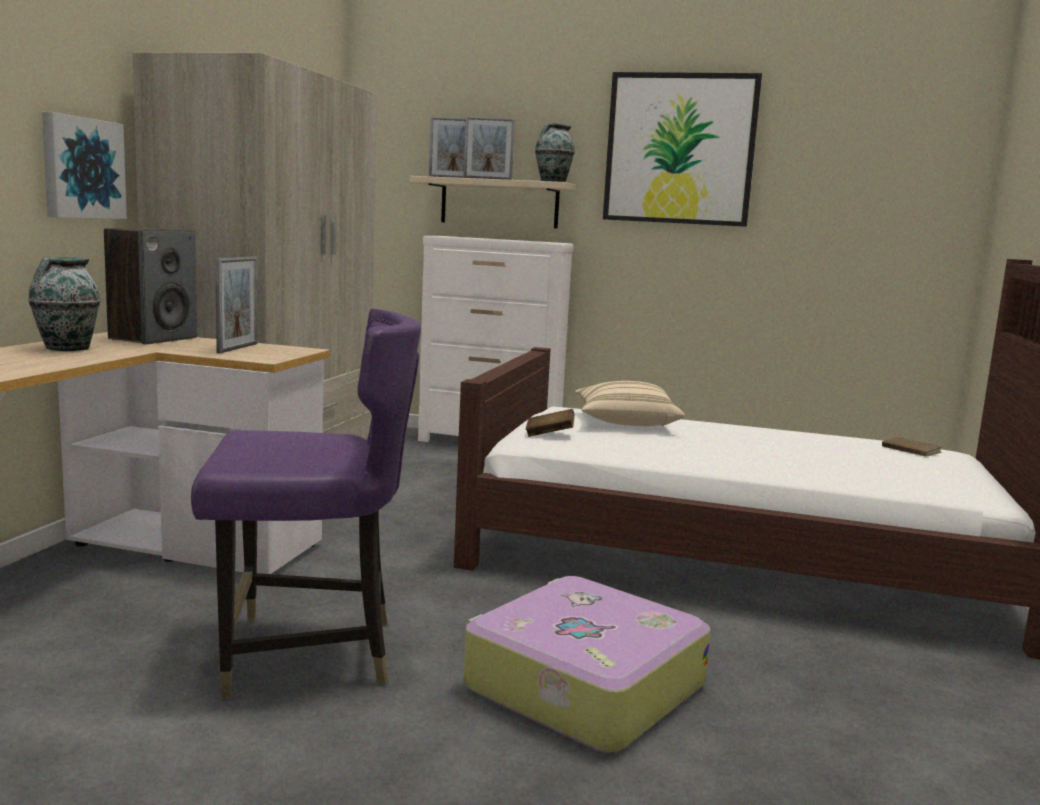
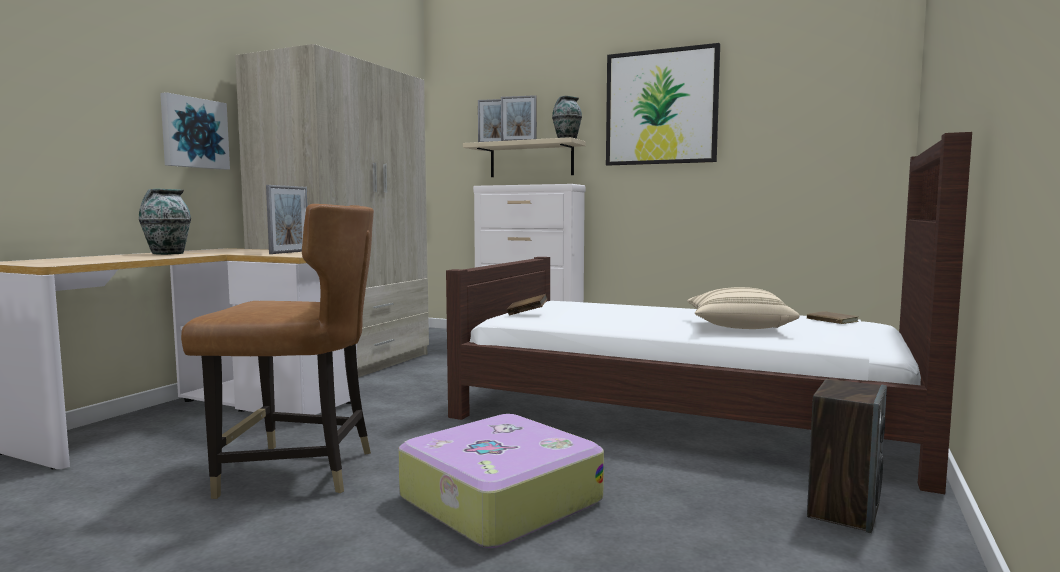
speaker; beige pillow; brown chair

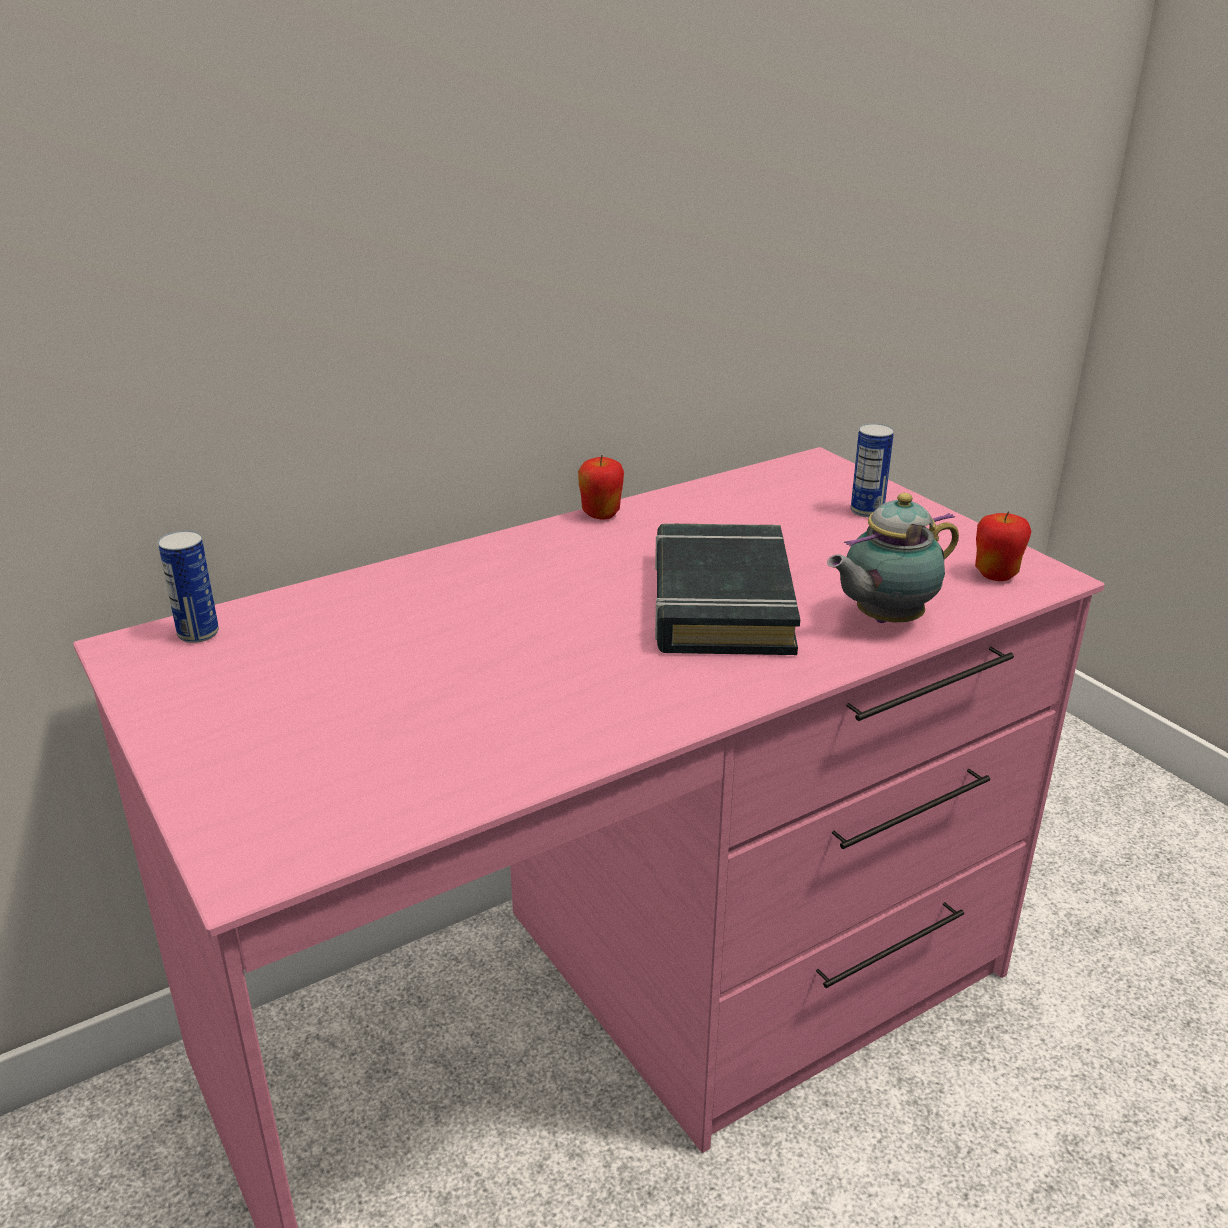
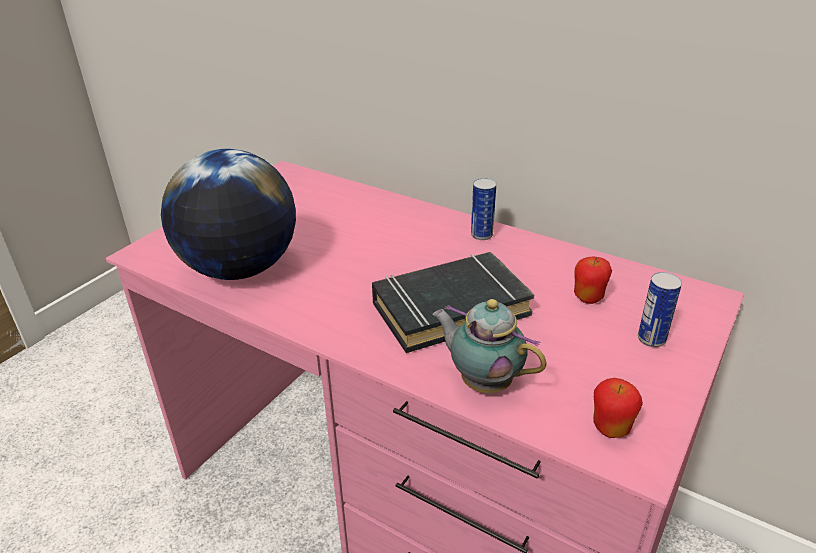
globe; can (1st from left); apple (1st from left)

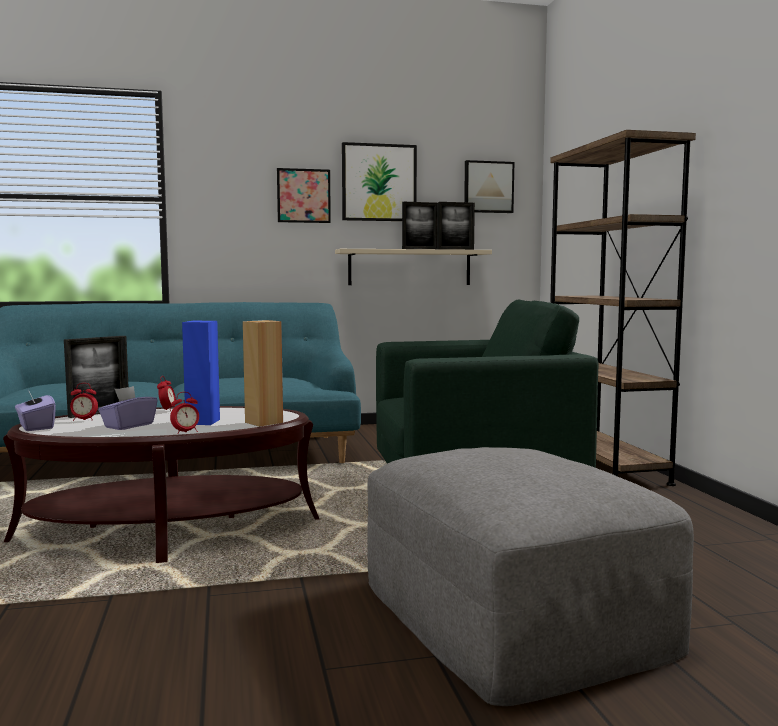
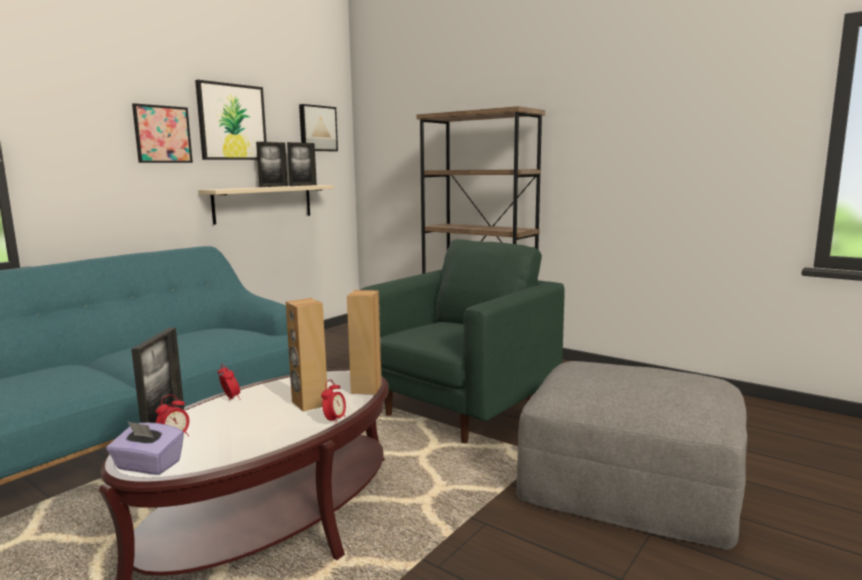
purple tissue box (2nd from left in the first image); brown speaker (1st from left)

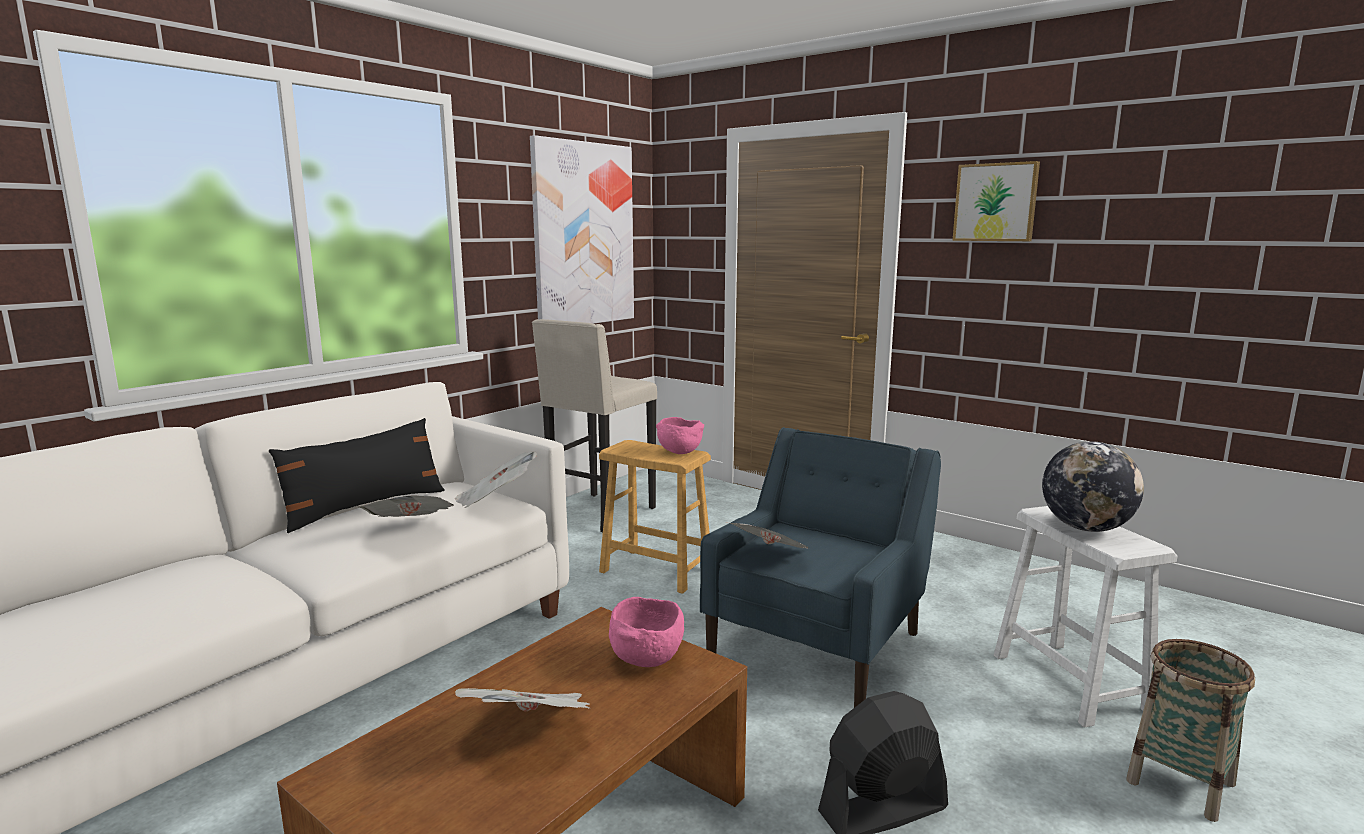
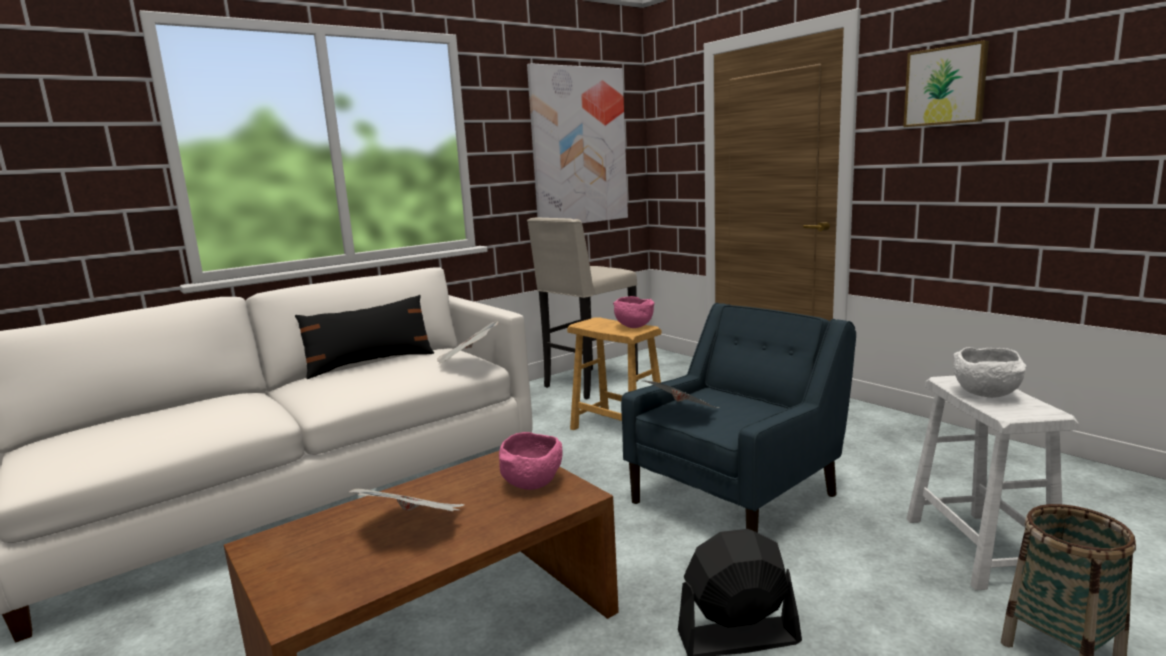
newspaper (1st from left in the first image); white bowl

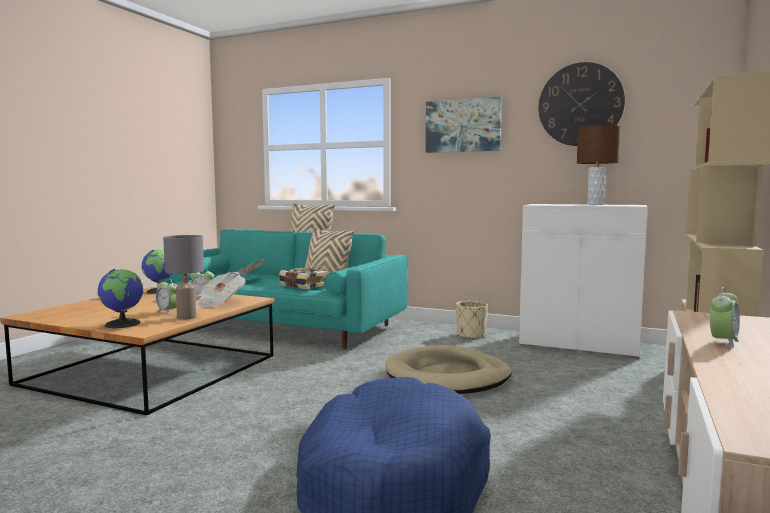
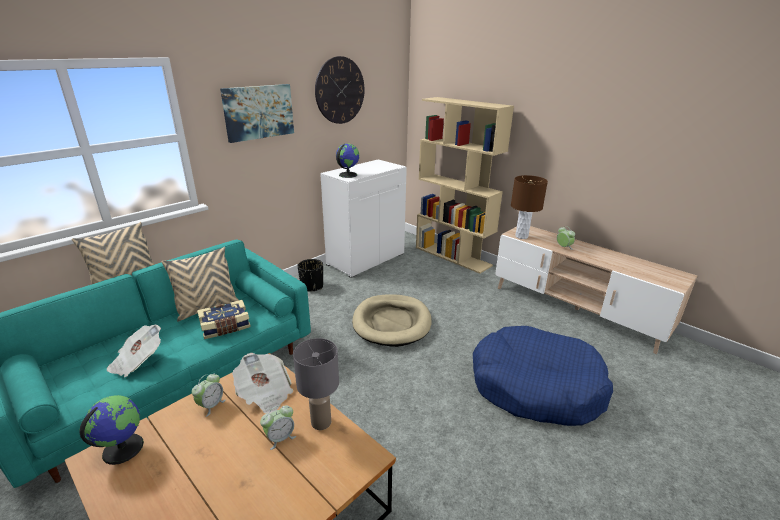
globe (2nd from left); brown table lamp; black planter

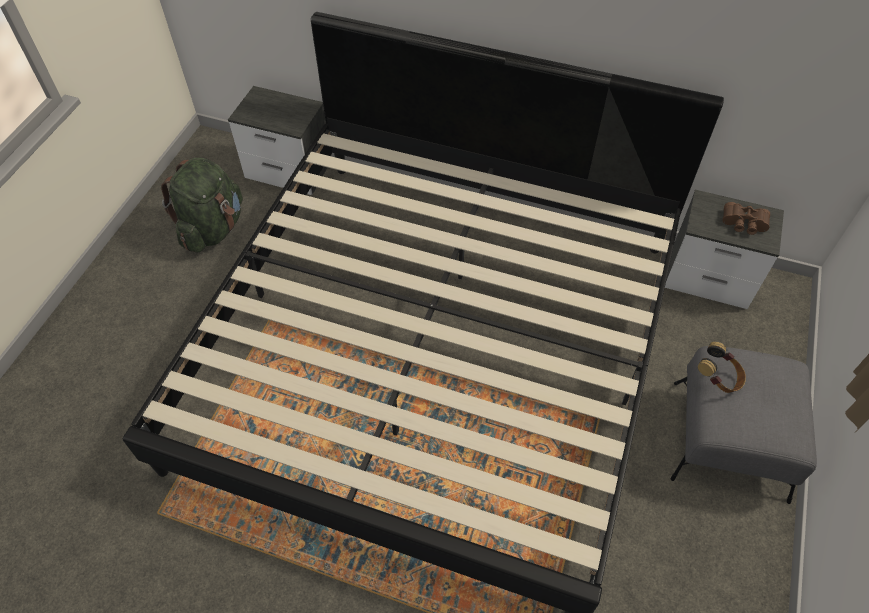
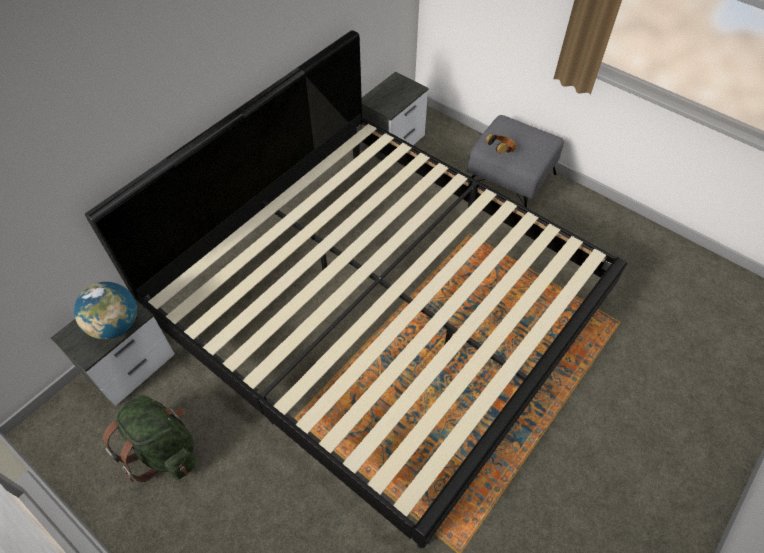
brown binoculars; globe

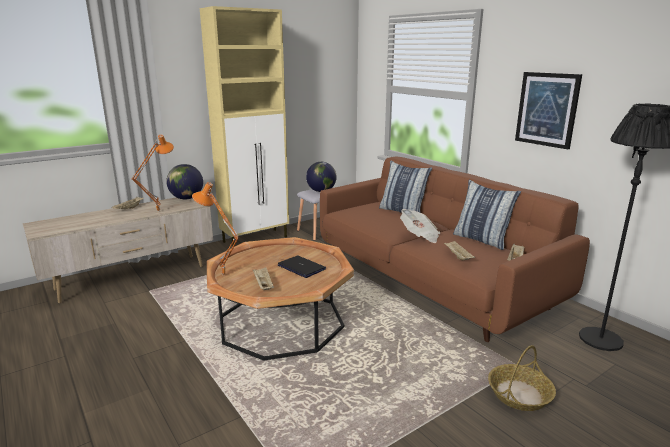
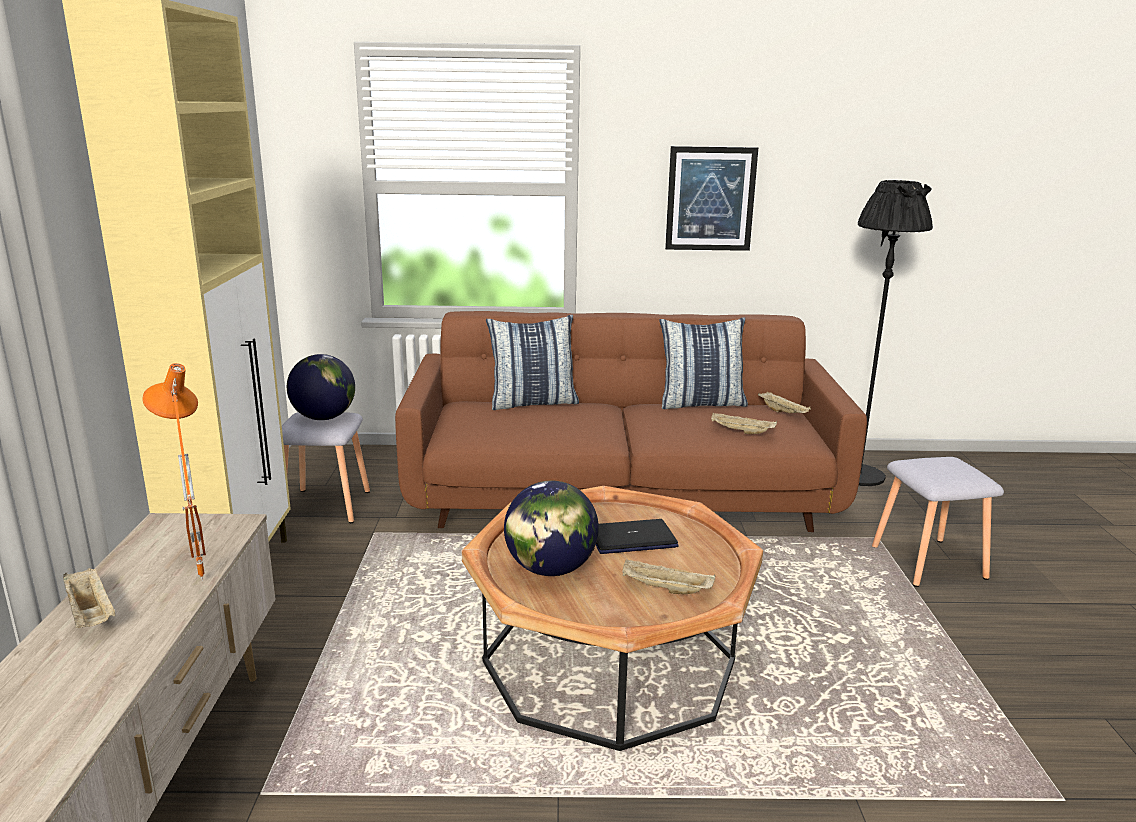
orange table lamp (2nd from left in the first image); newspaper; globe (2nd from left); grey stool (2nd from left)

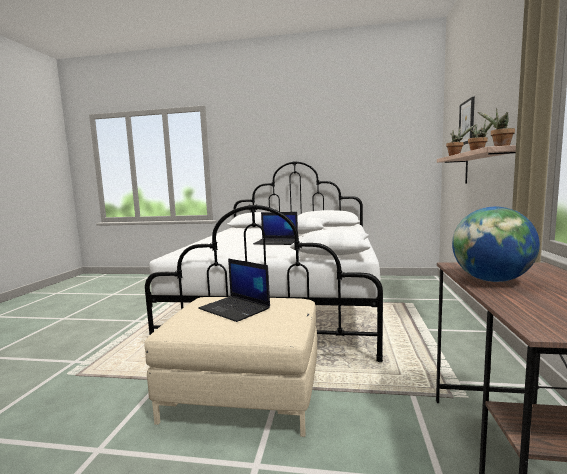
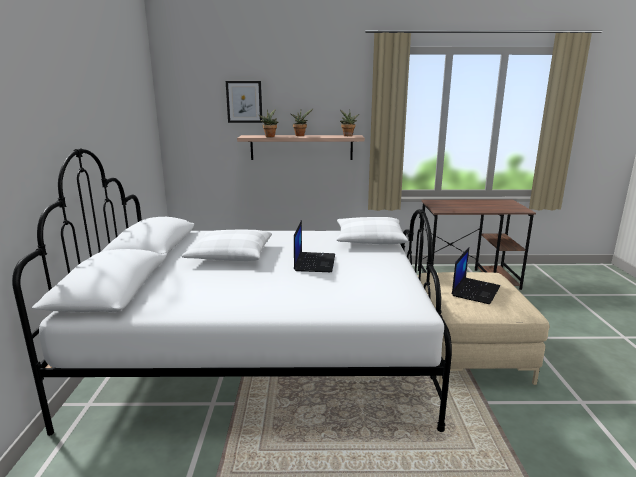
globe

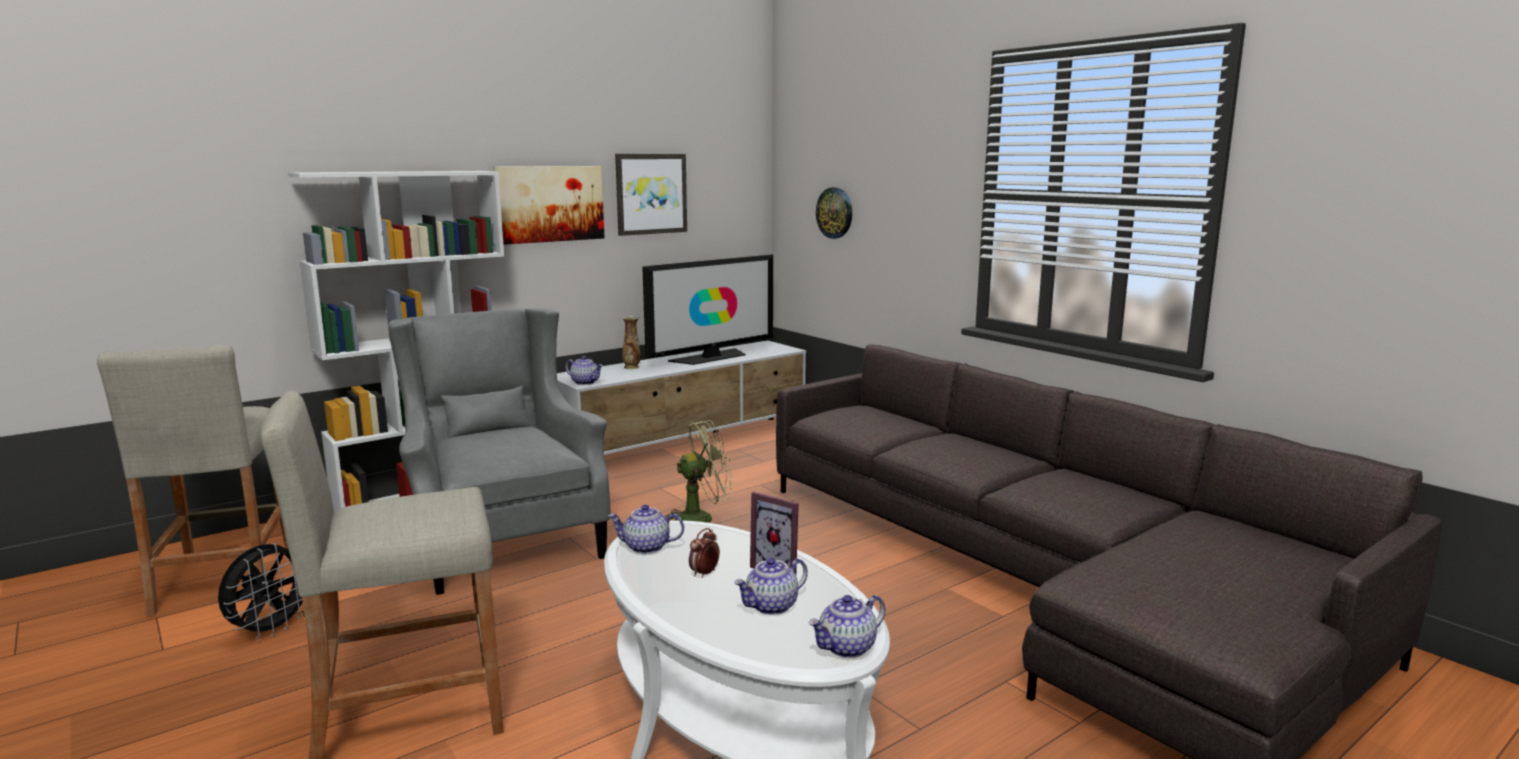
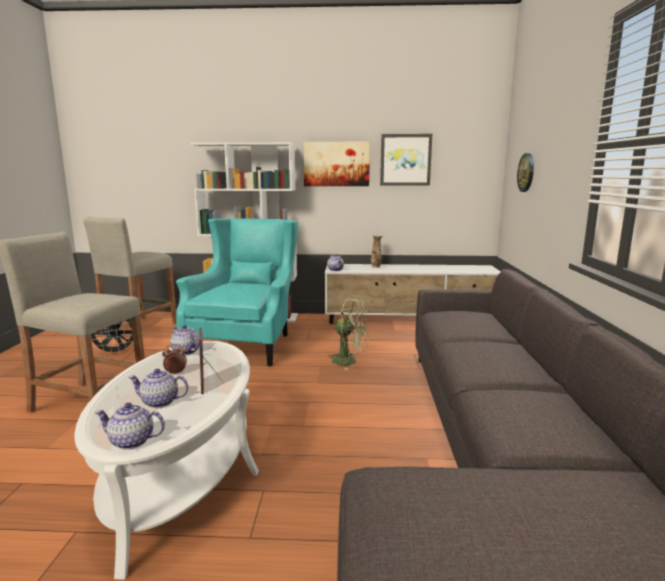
television; turquoise armchair

